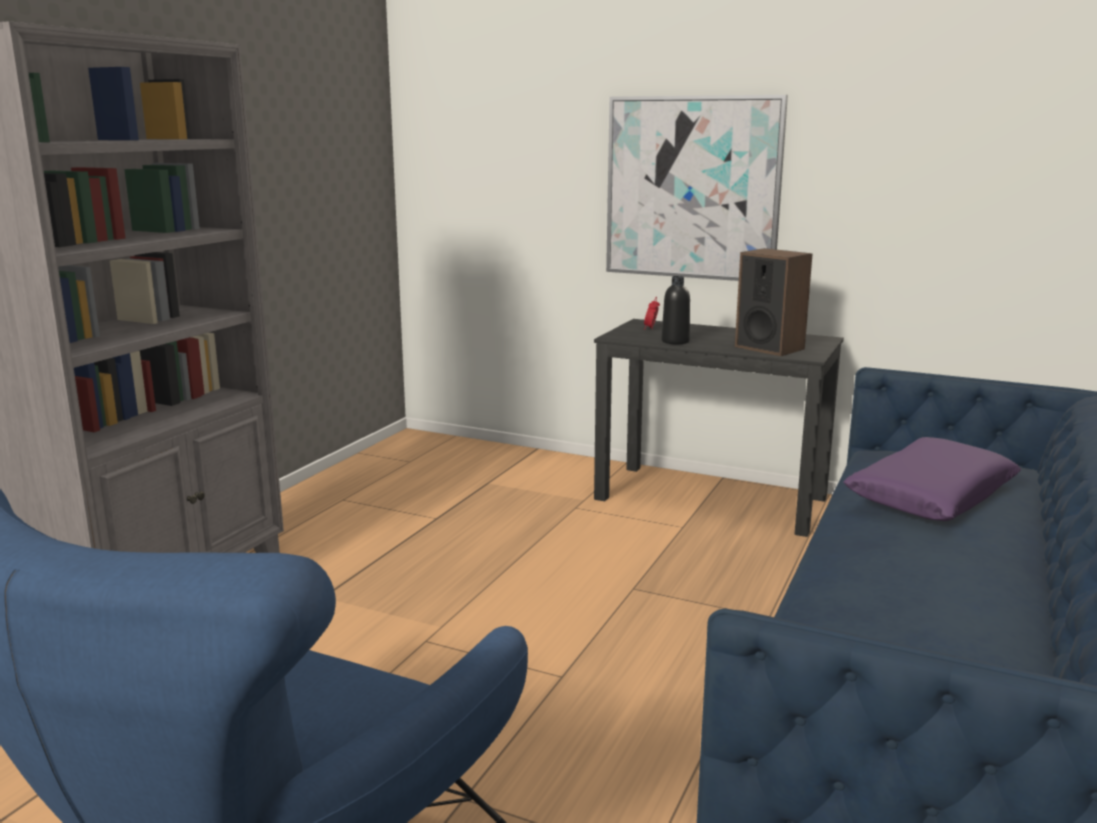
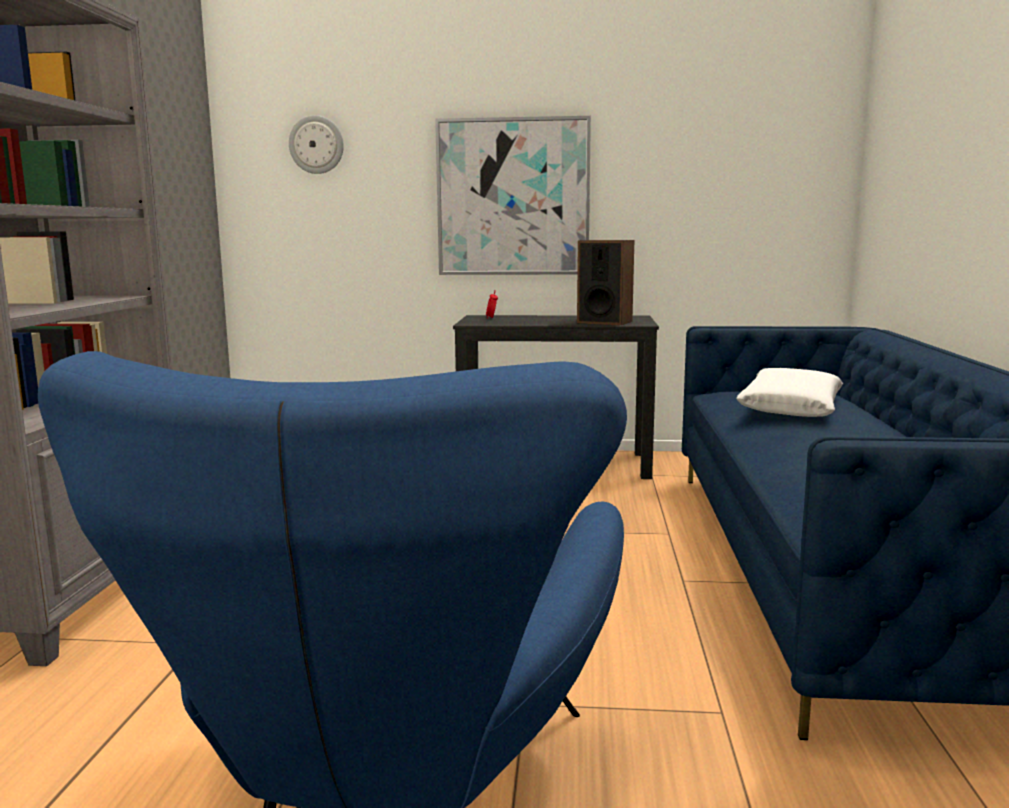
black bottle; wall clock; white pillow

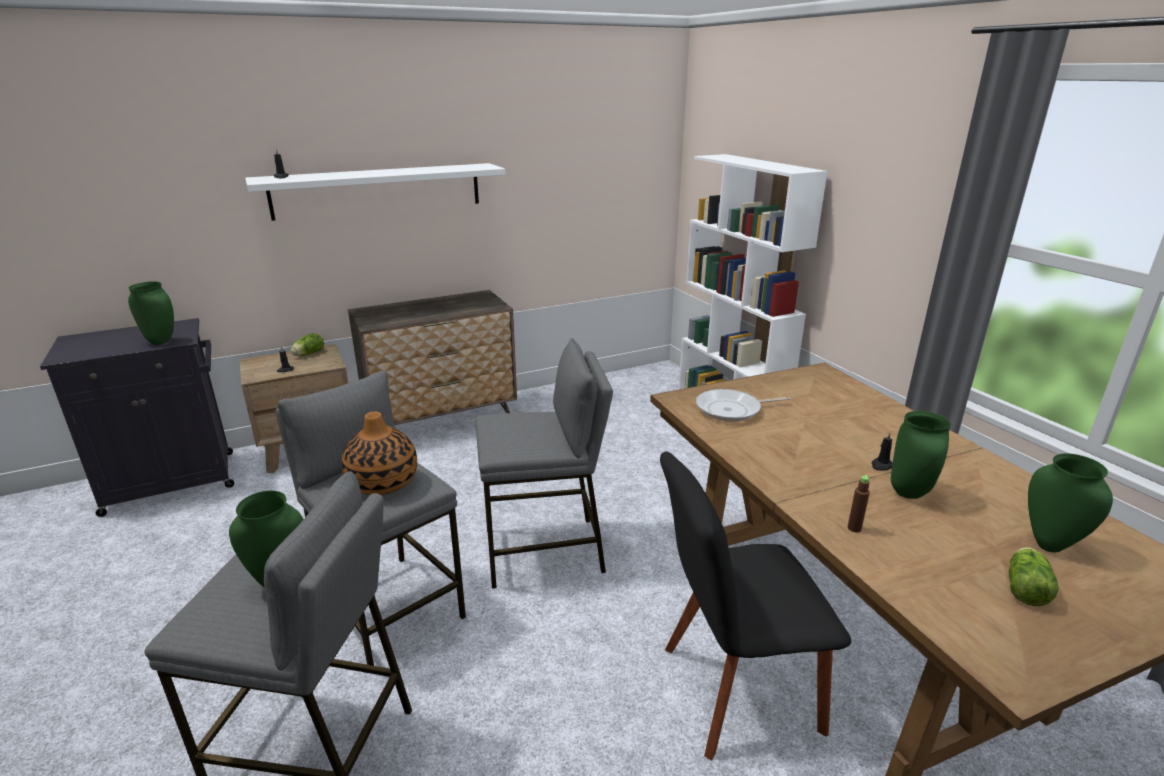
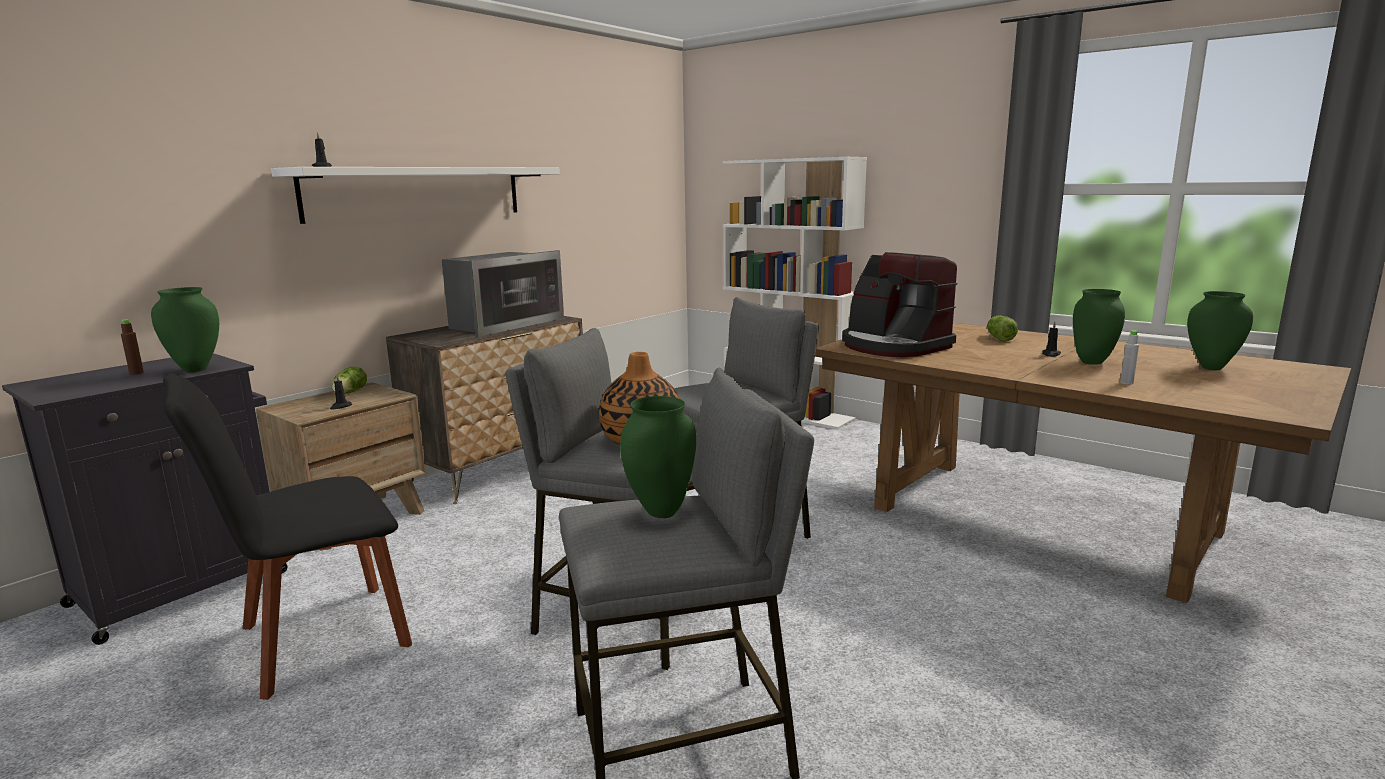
microwave; grey bottle; black chair; brown bottle; lettuce (2nd from left); coffee machine

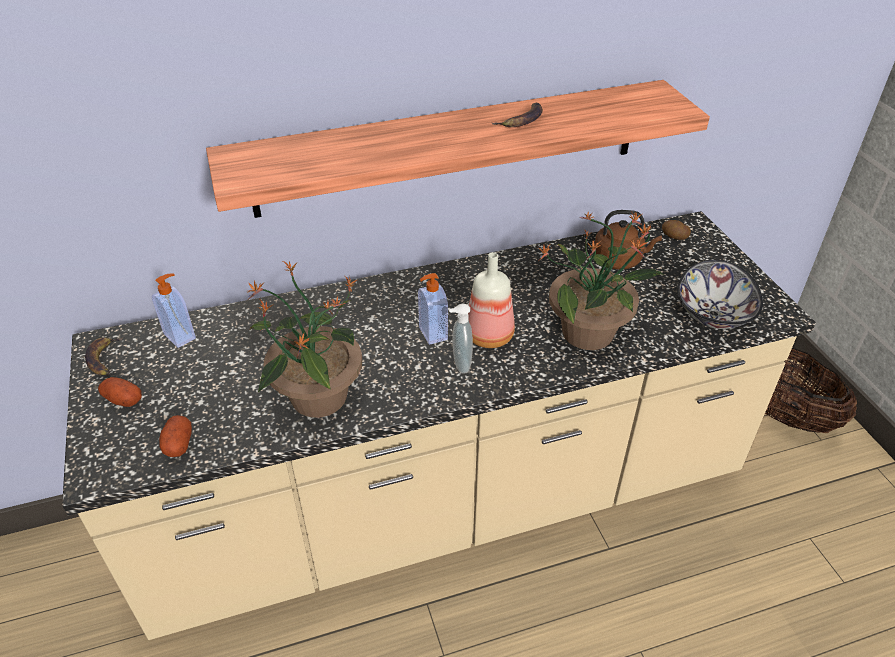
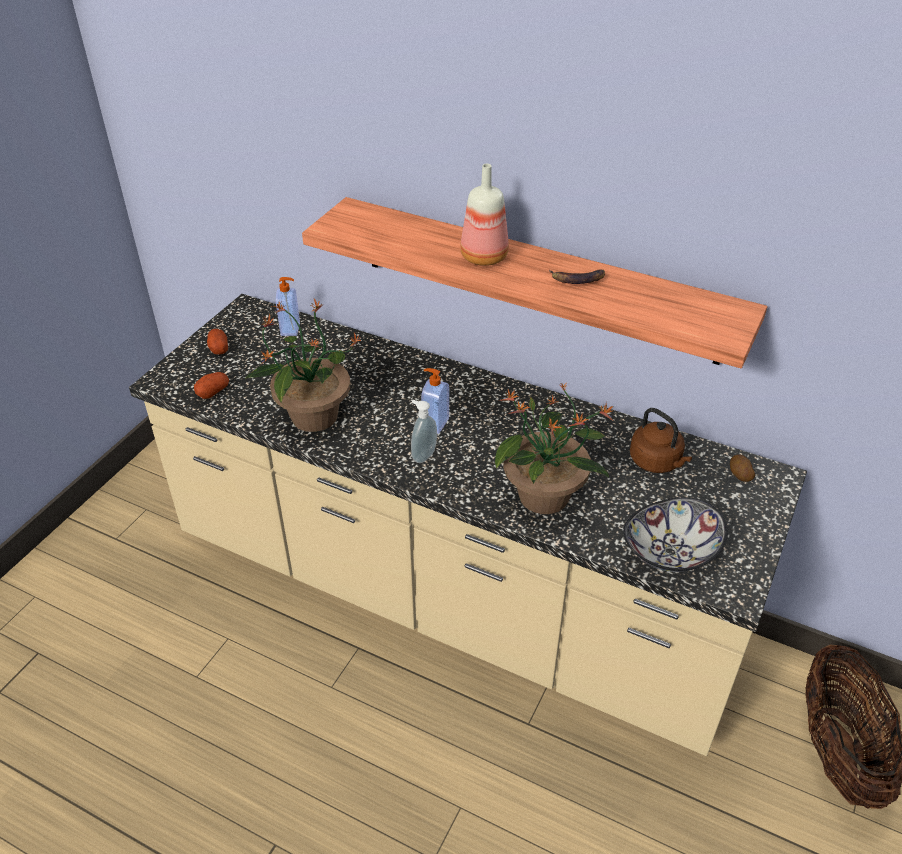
banana (1st from left in the first image); bottle

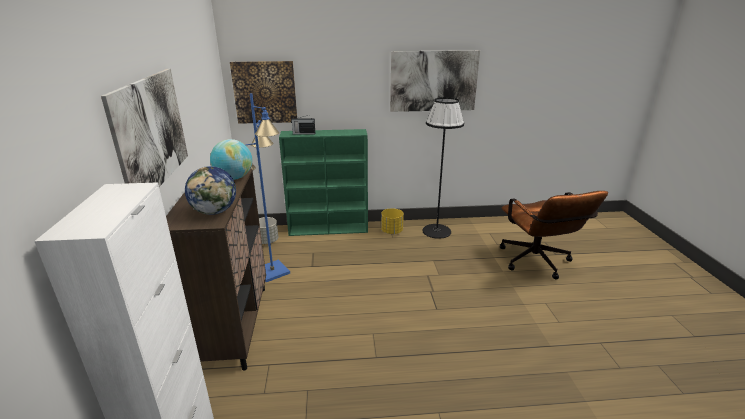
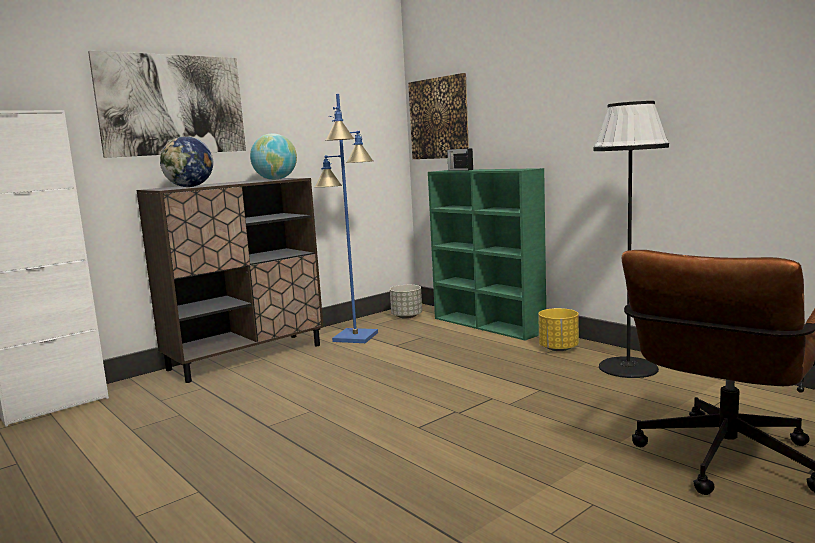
picture (3rd from left in the first image)

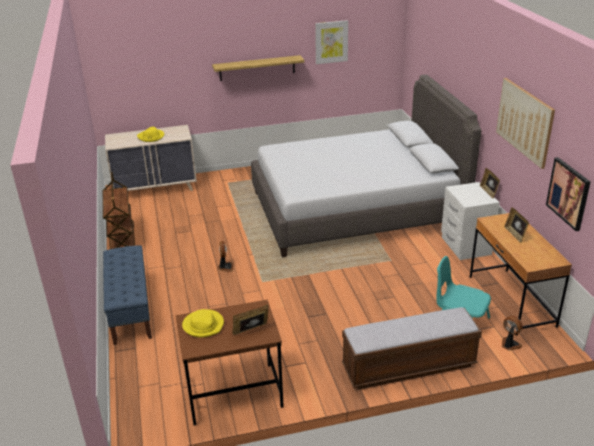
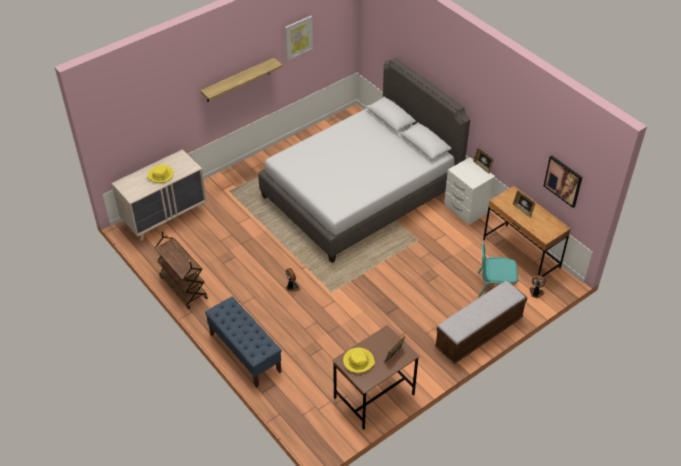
picture (2nd from left in the first image)

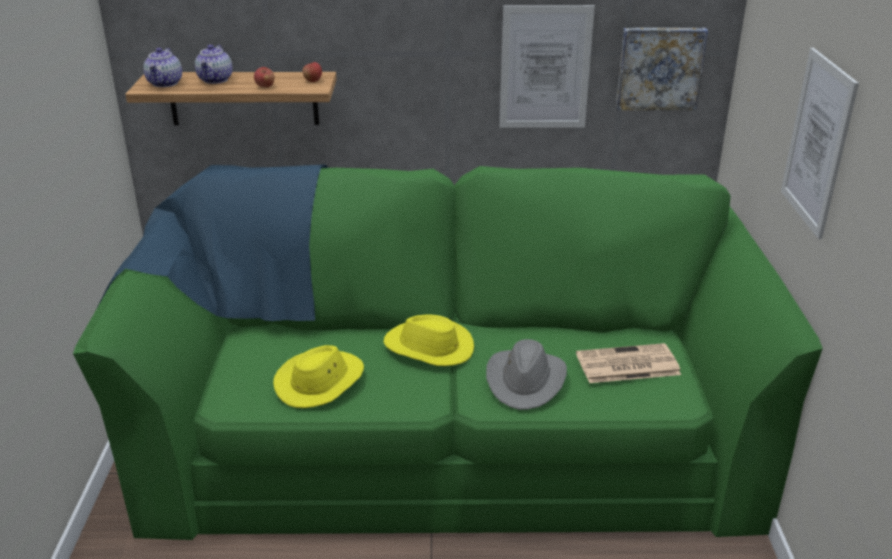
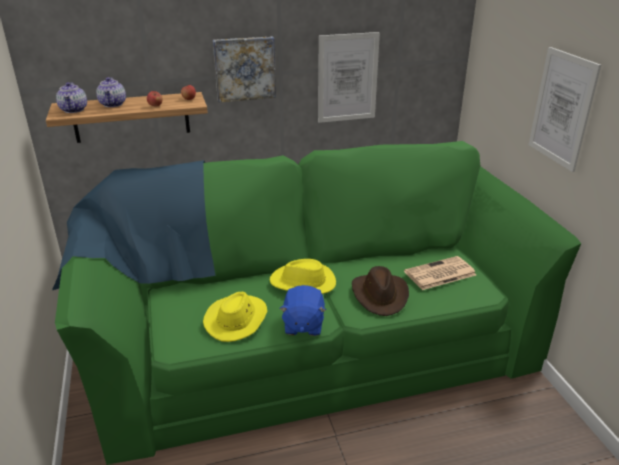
blue plush toy; picture (1st from left); brown hat

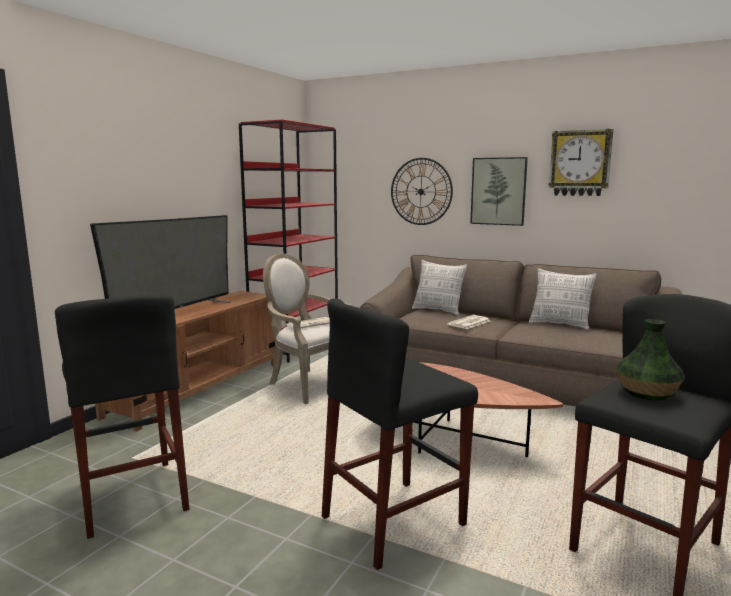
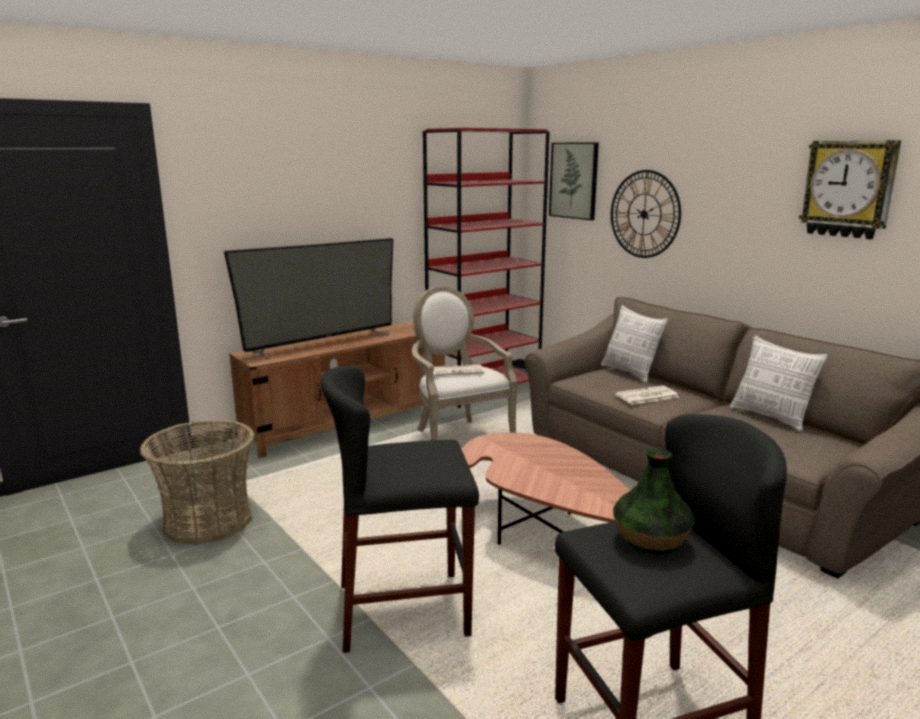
picture; basket

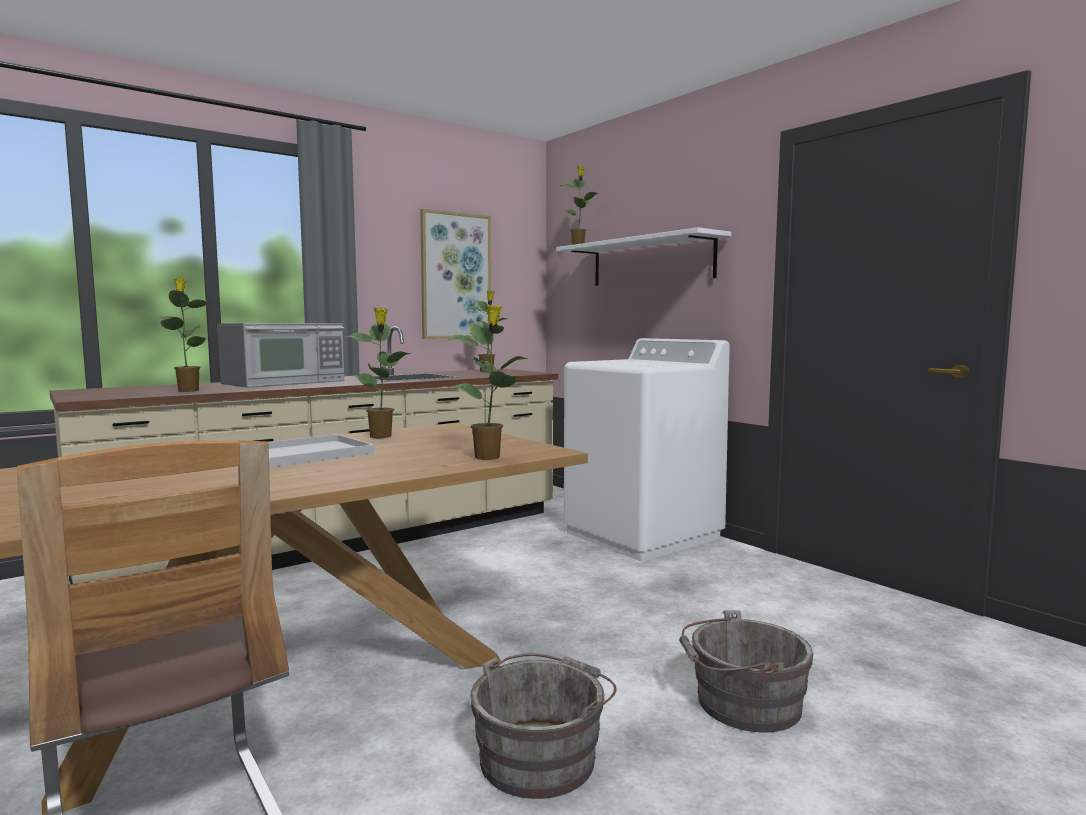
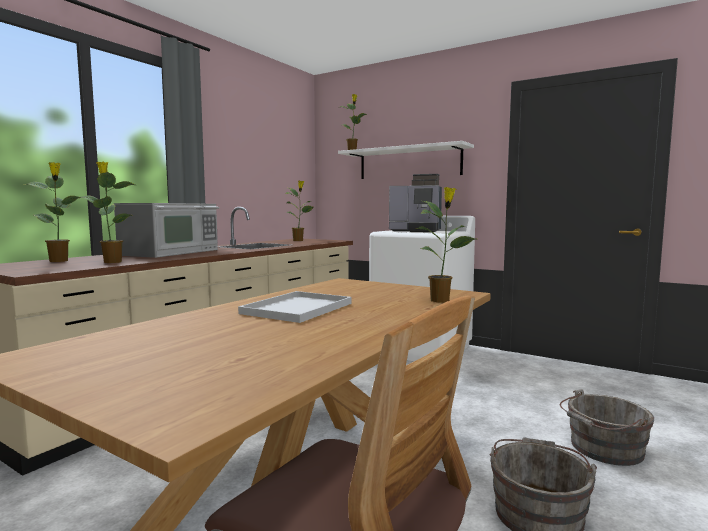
picture; coffee machine; potted plant (1st from left)

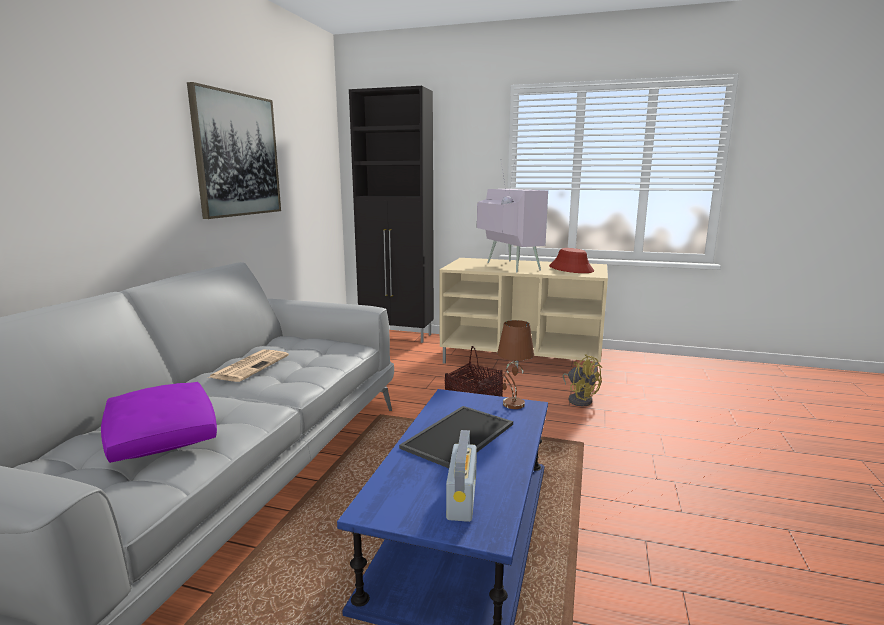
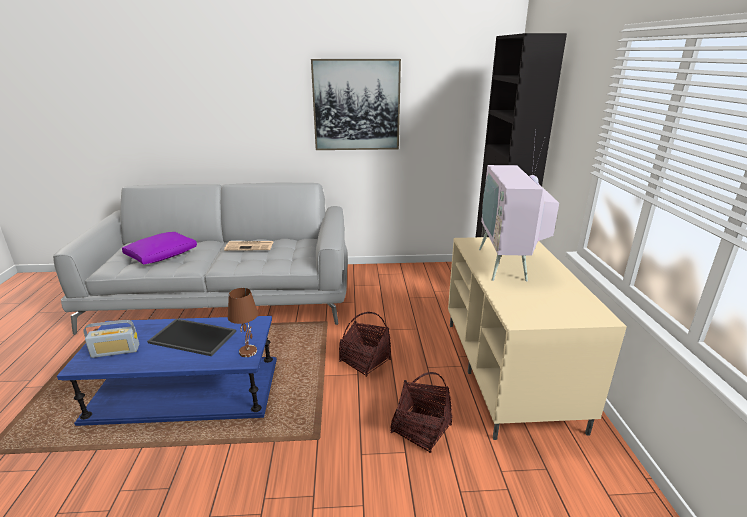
red hat; basket (2nd from left); television

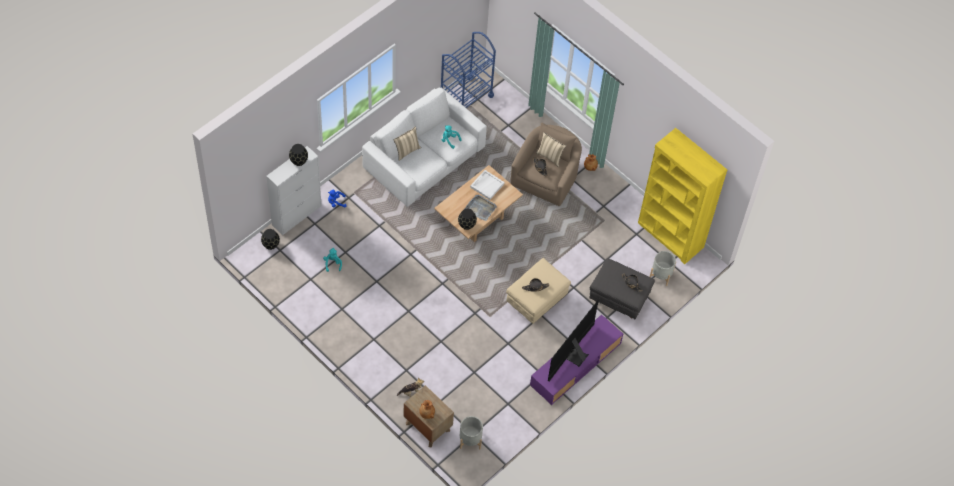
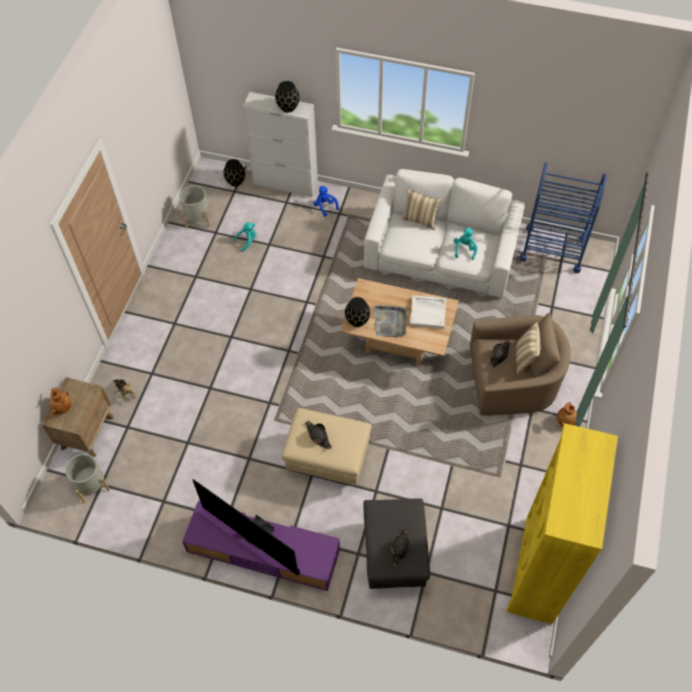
grey planter (2nd from left); television

